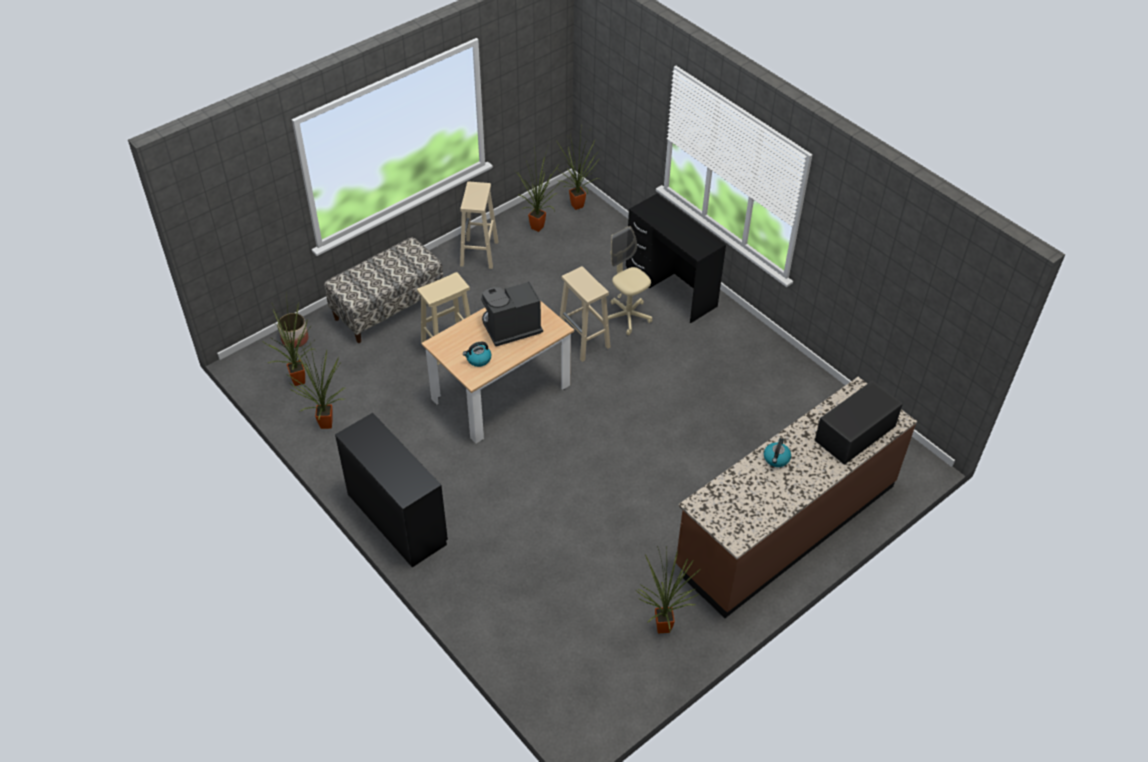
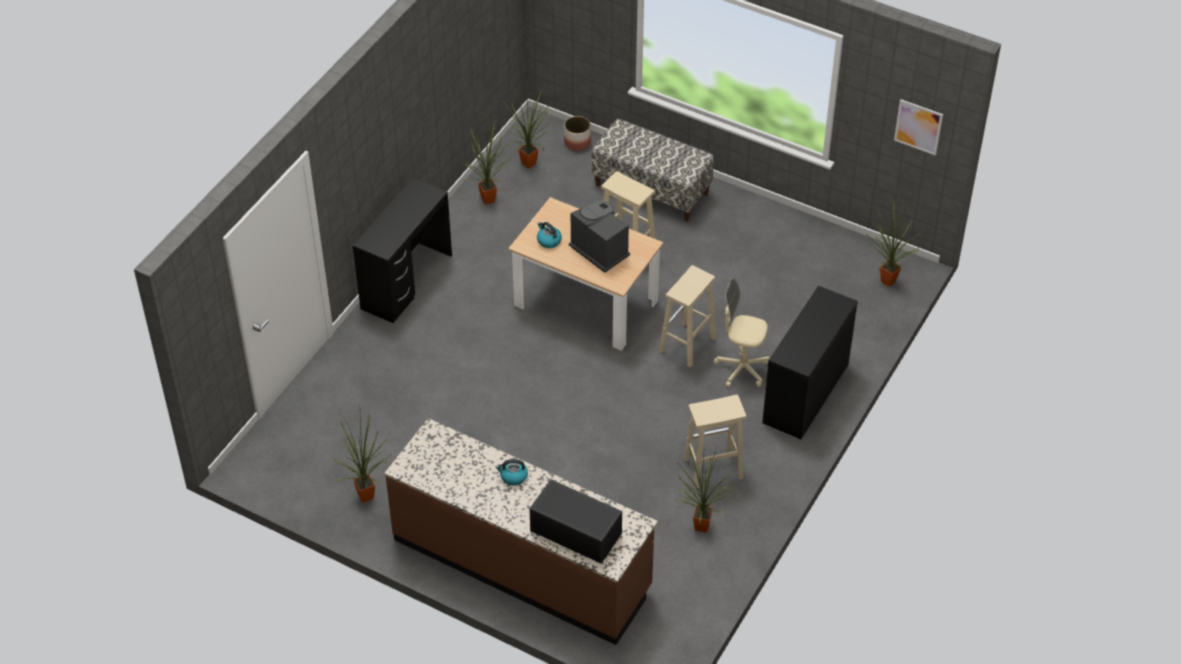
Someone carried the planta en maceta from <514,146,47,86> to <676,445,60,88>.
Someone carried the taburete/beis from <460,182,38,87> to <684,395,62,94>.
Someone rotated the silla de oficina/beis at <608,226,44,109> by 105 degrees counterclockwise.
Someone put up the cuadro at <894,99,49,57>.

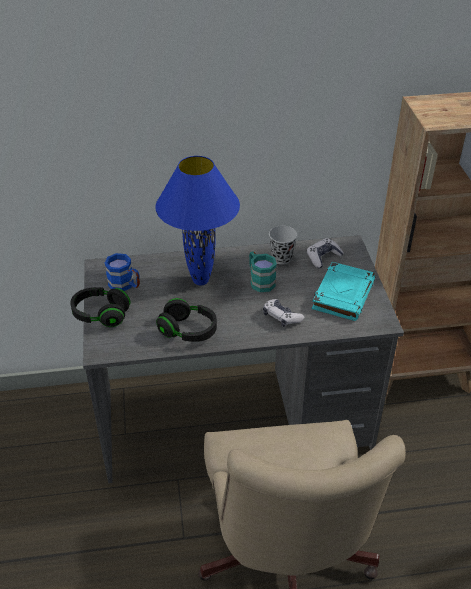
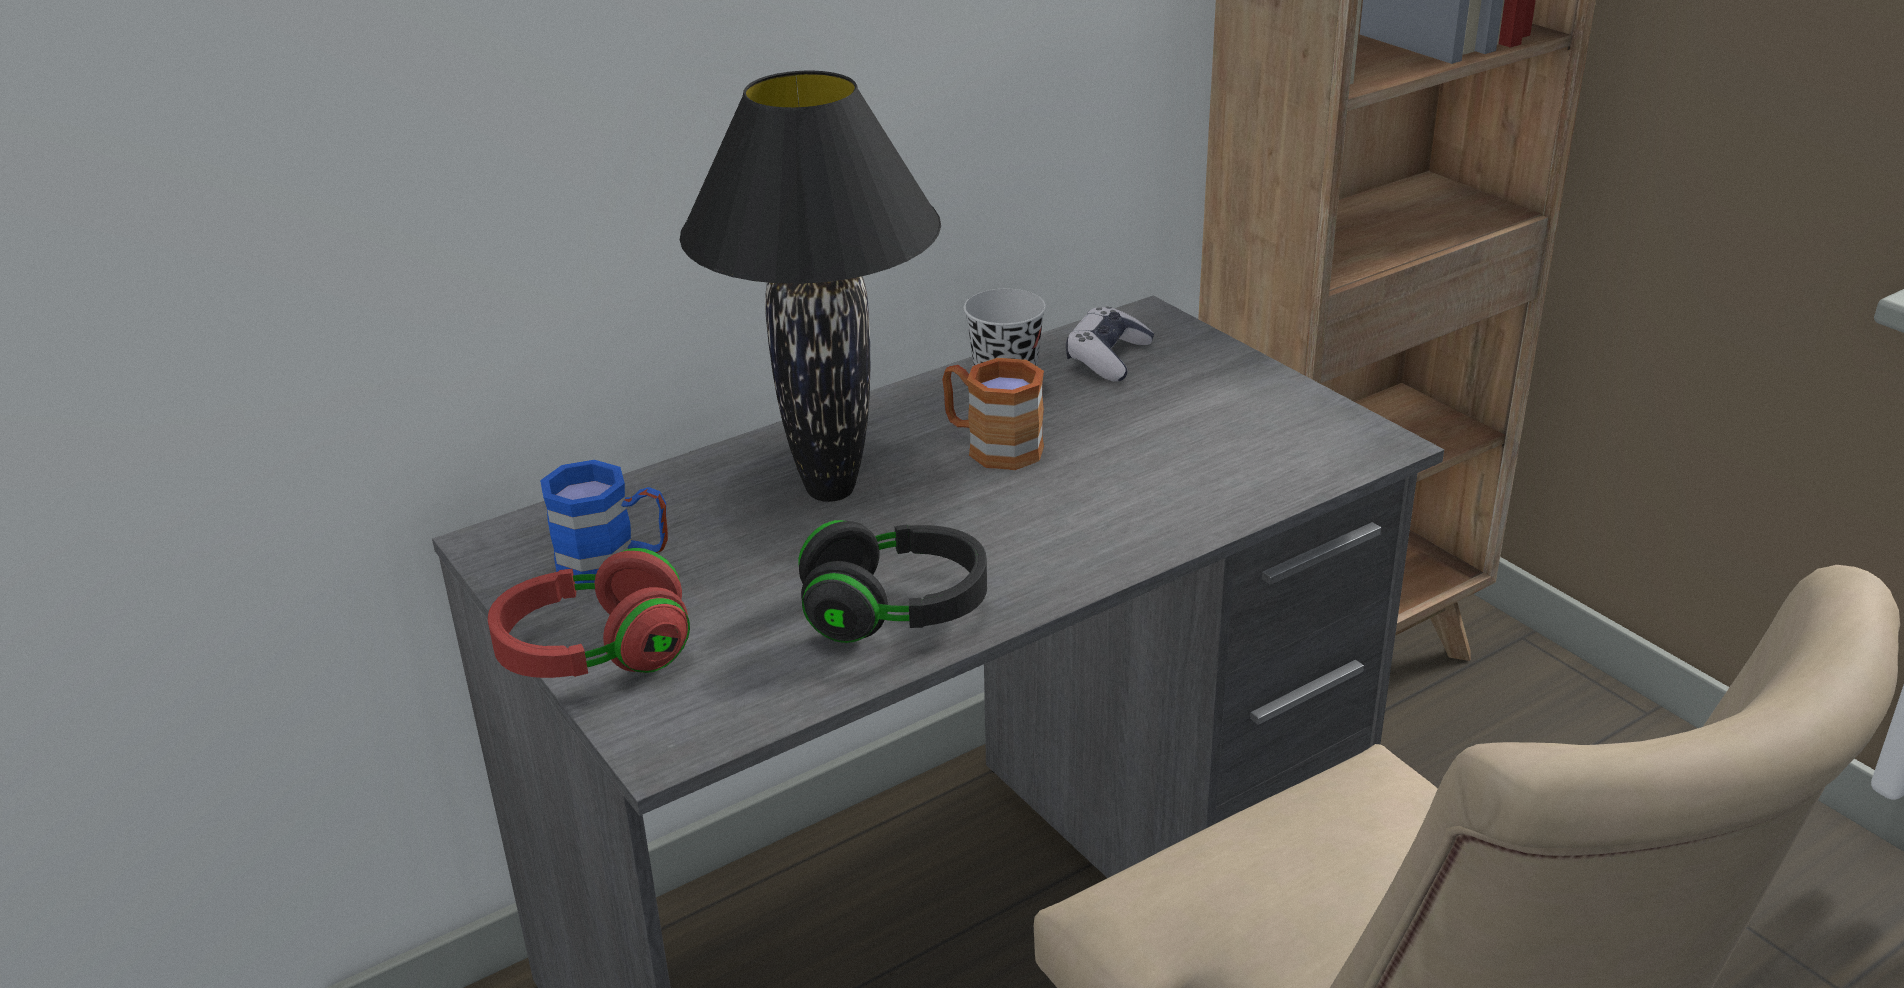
Someone repainted the lámpara de mesa/azul at <155,156,85,129>, which became the lámpara de mesa/negro at <680,71,261,431>.
Someone repainted the taza grande/turquesa at <249,251,28,41>, which became the taza grande/marrón at <942,358,102,112>.
Someone took away the libro/turquesa at <312,262,63,59>.
Someone repainted the auriculares/negro at <70,287,61,40>, which became the auriculares/rojo at <488,548,202,130>.
Someone took away the mando de consola at <263,299,42,28>.

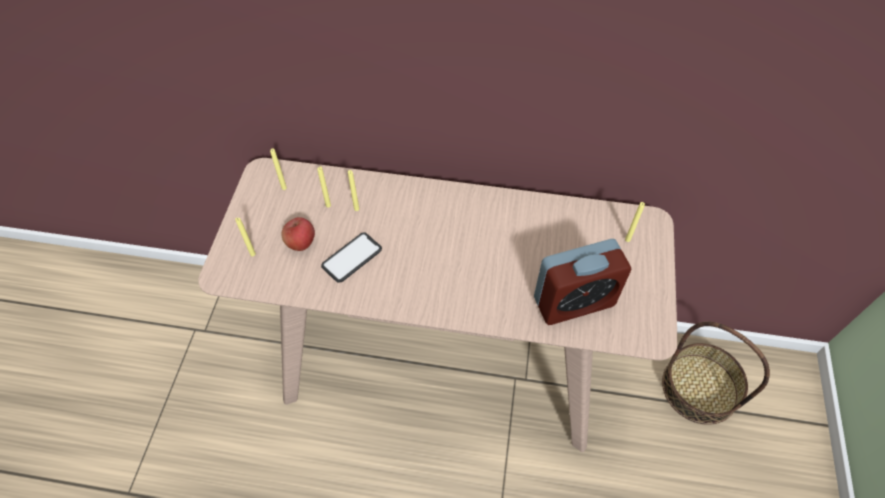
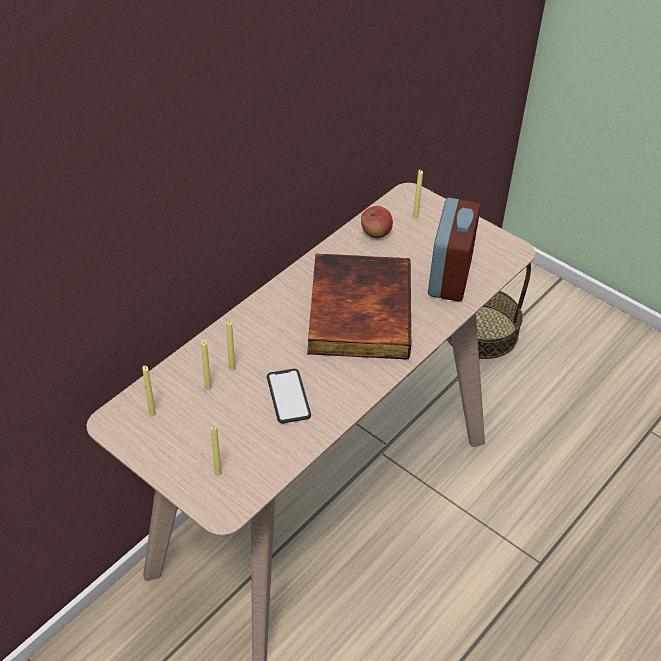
Someone carried the manzana from <281,217,34,34> to <361,206,32,32>.
Someone put down the libro at <307,253,104,107>.

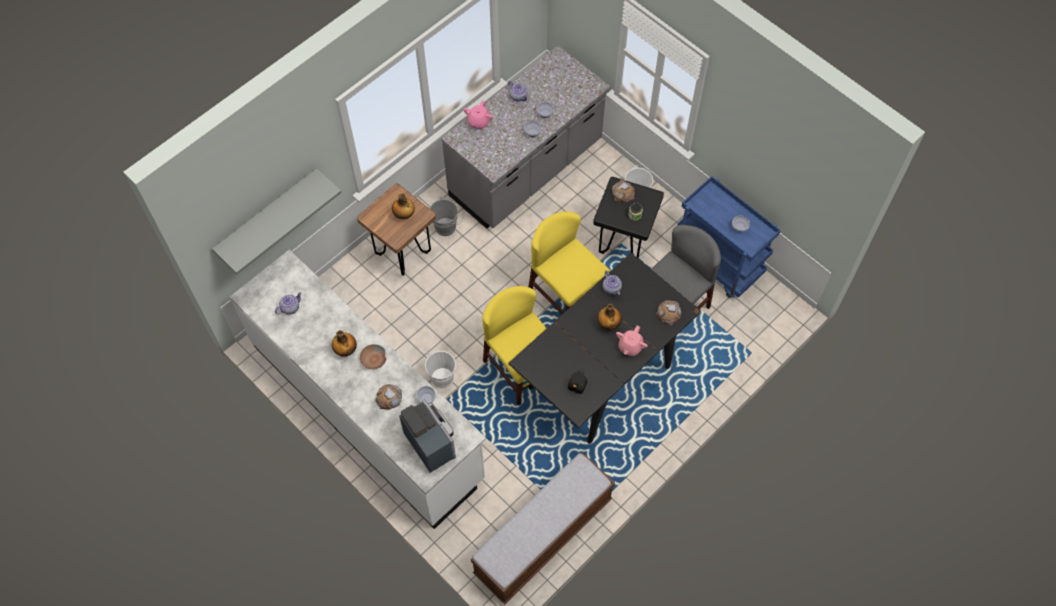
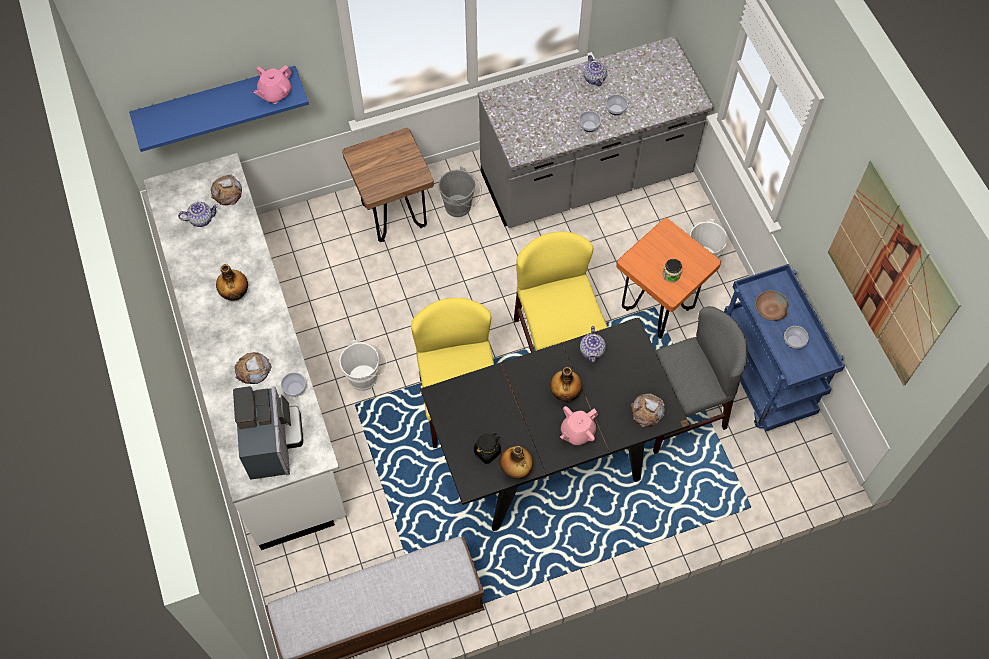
Someone carried the tetera/rosa from <463,101,30,28> to <254,65,38,39>.
Someone repainted the estante/gris at <212,168,130,106>, which became the estante/azul at <129,66,180,86>.
Someone repainted the taburete/negro at <593,177,71,81>, which became the taburete/naranja at <616,218,105,121>.
Someone carried the pan from <612,180,23,23> to <211,174,31,31>.
Someone carried the botella from <392,193,23,26> to <500,446,33,33>.
Someone carried the cuenco/marrón from <360,344,26,25> to <755,290,34,31>.
Someone put up the cuadro at <828,160,133,226>.

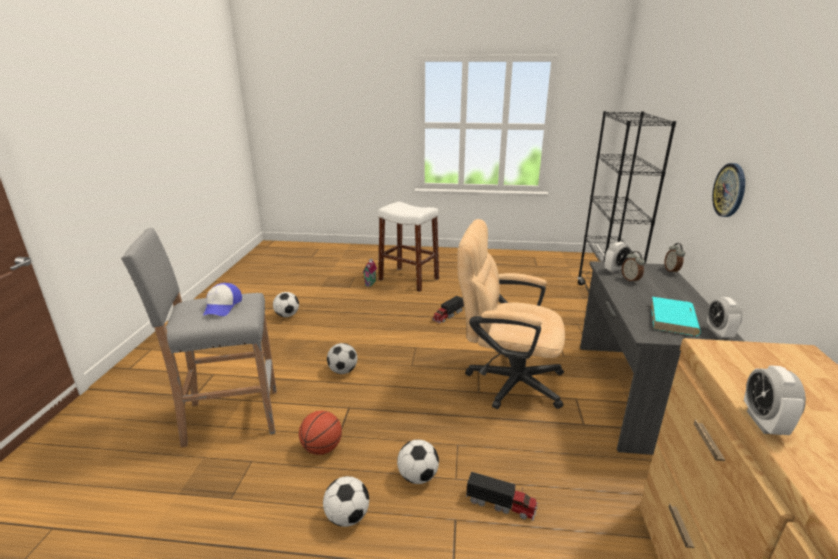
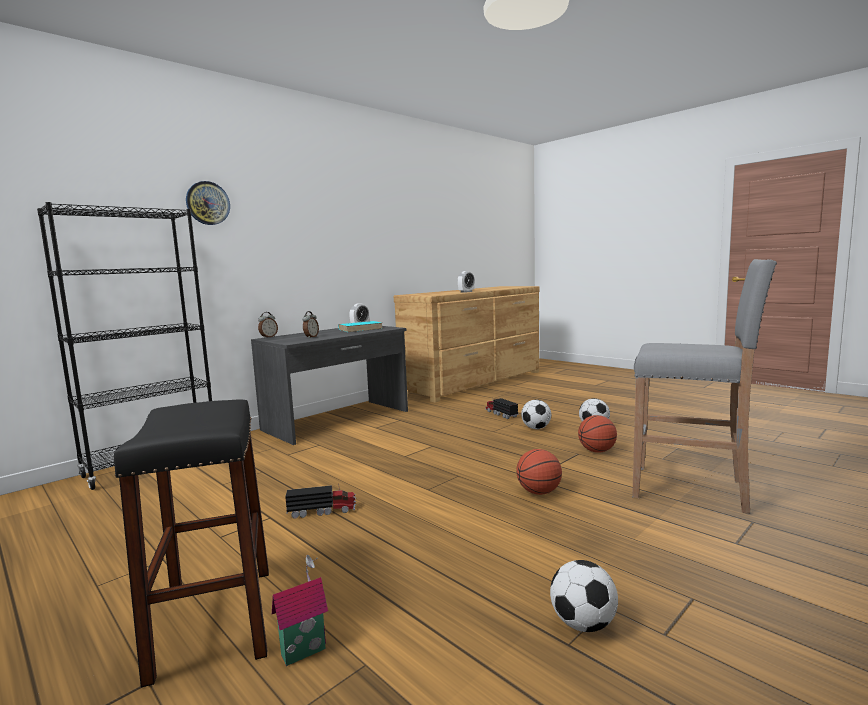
Someone carried the reloj de pared from <712,163,33,54> to <186,181,44,44>.
Someone repainted the taburete/blanco at <378,202,61,90>, which became the taburete/negro at <114,399,155,288>.
Someone took away the silla de oficina/beis at <457,219,108,190>.
Someone took away the despertador at <604,242,27,31>.
Someone took away the gorra at <203,283,39,33>.
Someone swapped the balón de fútbol at <327,343,30,31> for the balón de baloncesto at <516,449,46,46>.

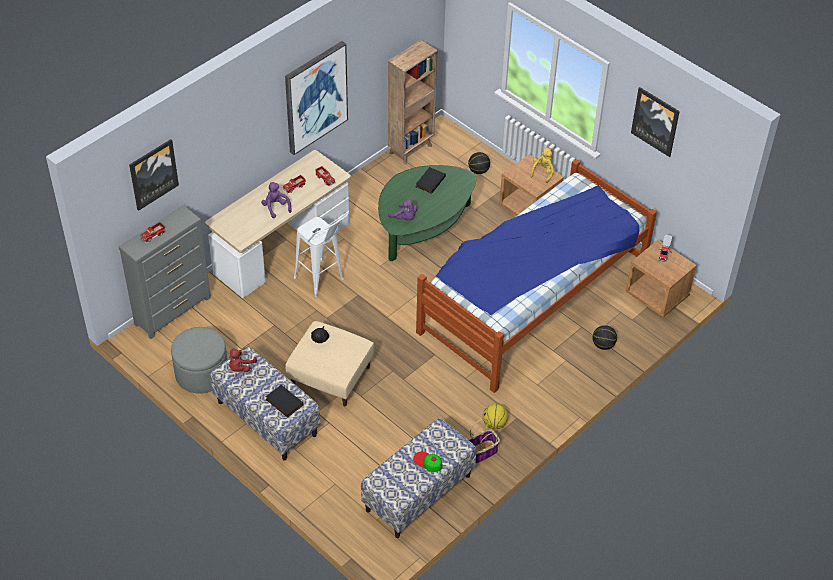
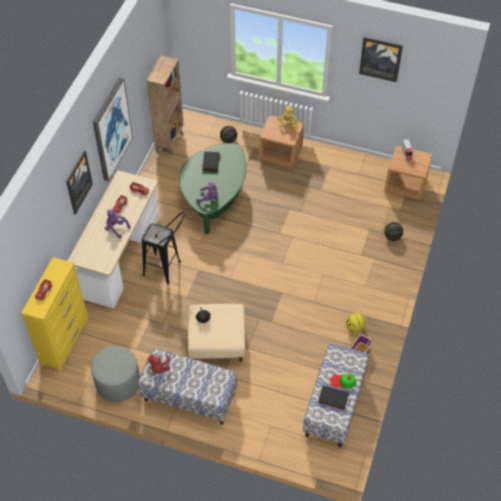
Someone carried the cuadro from <129,139,50,72> to <66,150,27,65>.
Someone took away the cama at <416,159,241,234>.
Someone repainted the cómoda/gris at <119,205,92,134>, which became the cómoda/amarillo at <21,257,67,115>.
Someone repainted the taburete/blanco at <294,213,55,84>, which became the taburete/negro at <142,212,42,73>.
Someone carried the libro/negro from <266,385,38,33> to <318,385,31,25>.

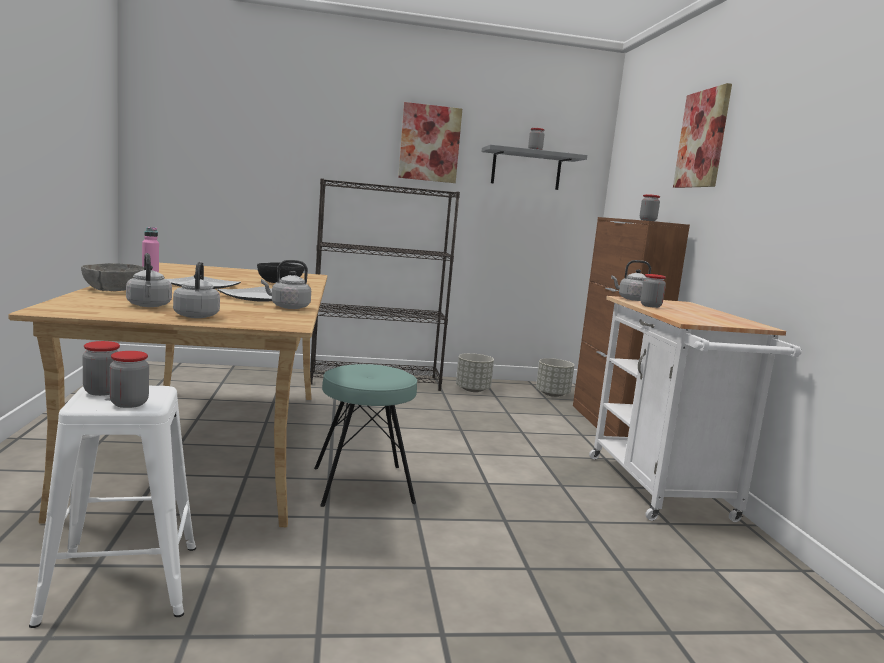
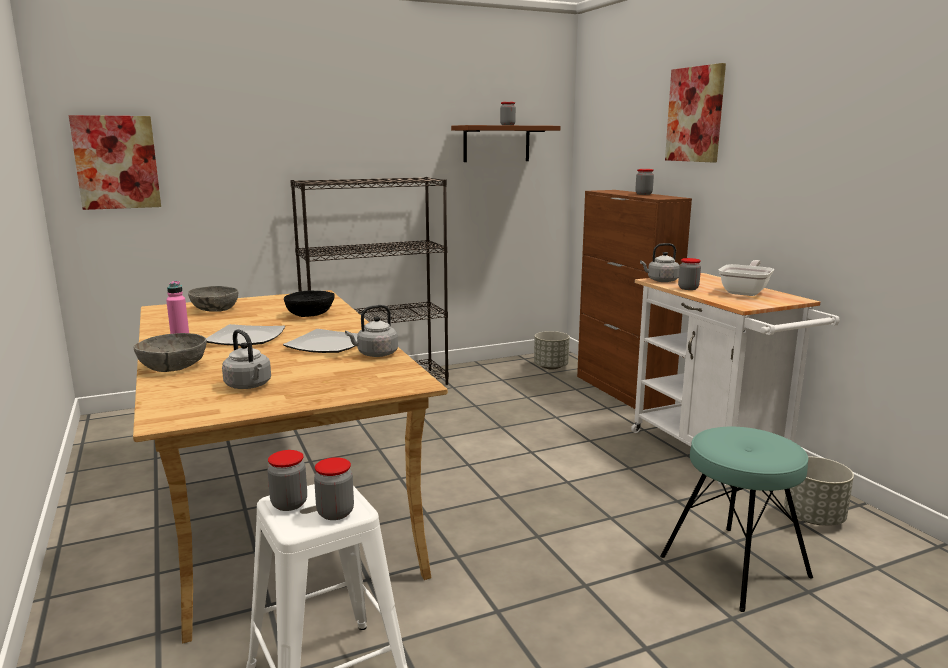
Someone carried the cuadro from <398,102,64,81> to <69,115,92,95>.
Someone repainted the estante/gris at <482,144,105,46>, which became the estante/marrón at <451,125,110,37>.
Someone took away the hervidor/gris at <173,262,47,56>.
Someone carried the maceta/gris from <456,353,38,39> to <784,456,70,69>.
Someone carried the taburete/turquesa from <314,364,103,143> to <660,427,153,185>.
Someone put down the sartén at <719,260,55,36>.
Someone put down the cuenco/gris at <188,286,50,25>.

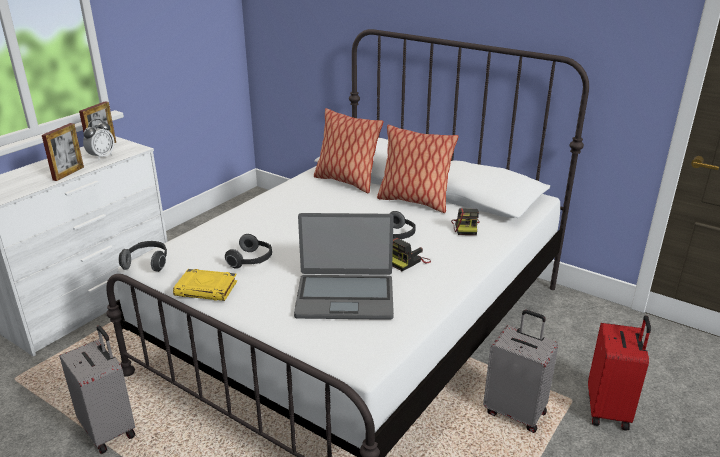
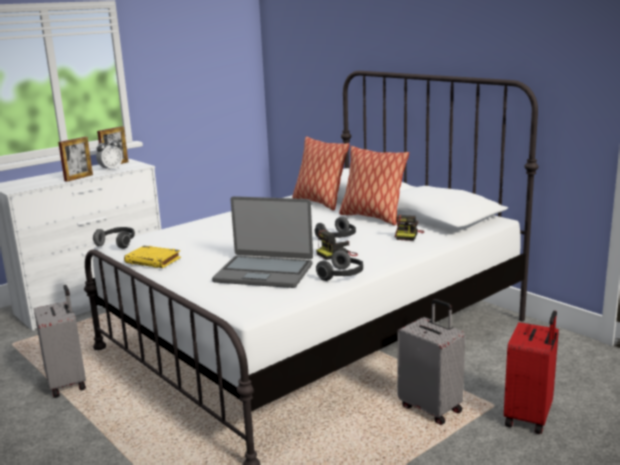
Someone carried the auriculares from <225,234,47,35> to <316,250,47,31>.

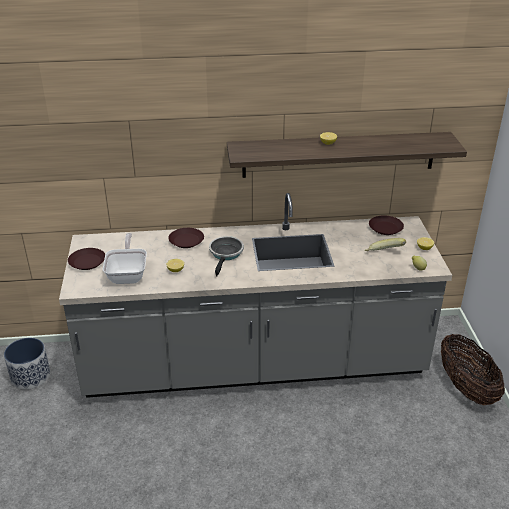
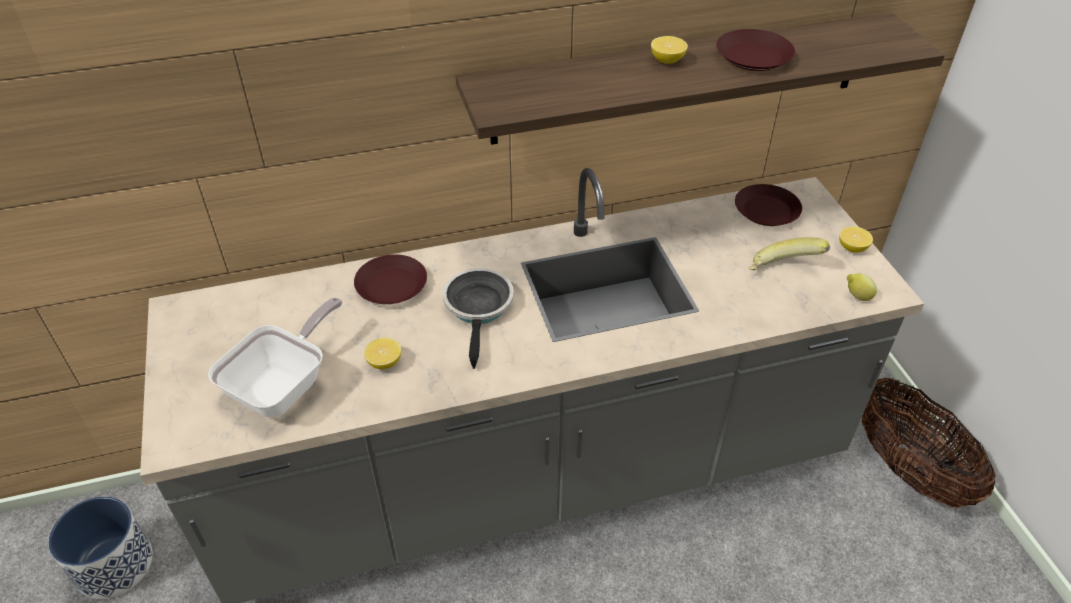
Someone rotated the sartén at <103,233,44,51> by 45 degrees clockwise.
Someone carried the plato/marrón from <68,248,37,22> to <716,29,79,42>.

